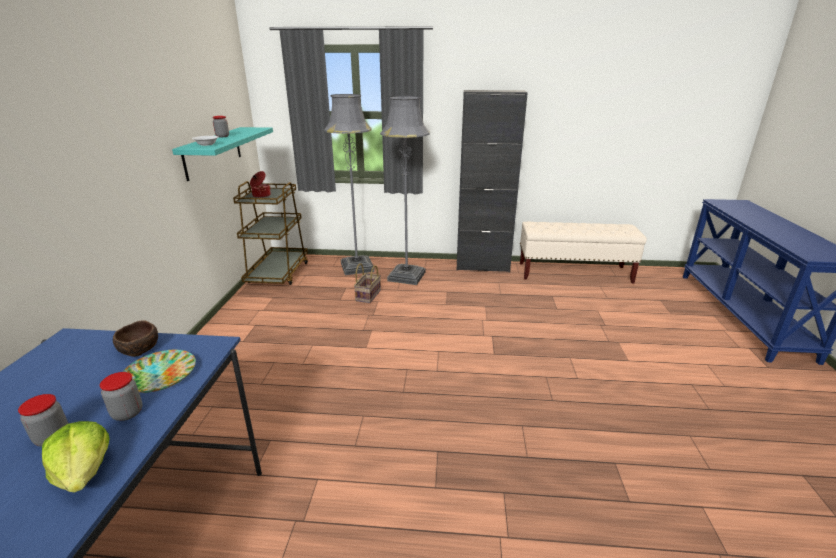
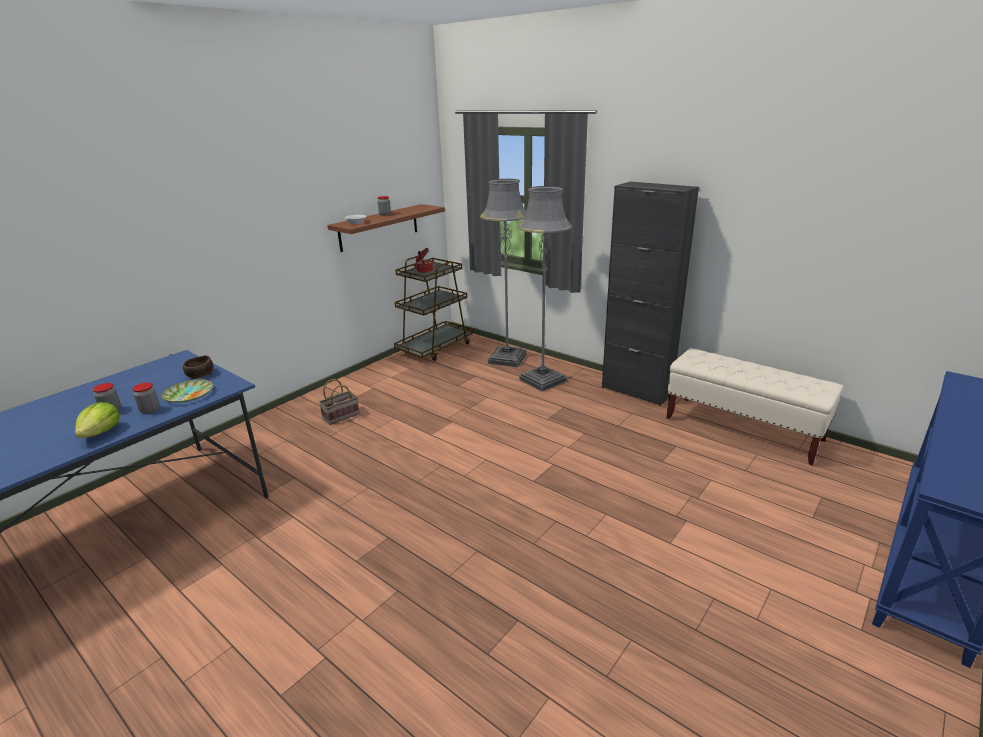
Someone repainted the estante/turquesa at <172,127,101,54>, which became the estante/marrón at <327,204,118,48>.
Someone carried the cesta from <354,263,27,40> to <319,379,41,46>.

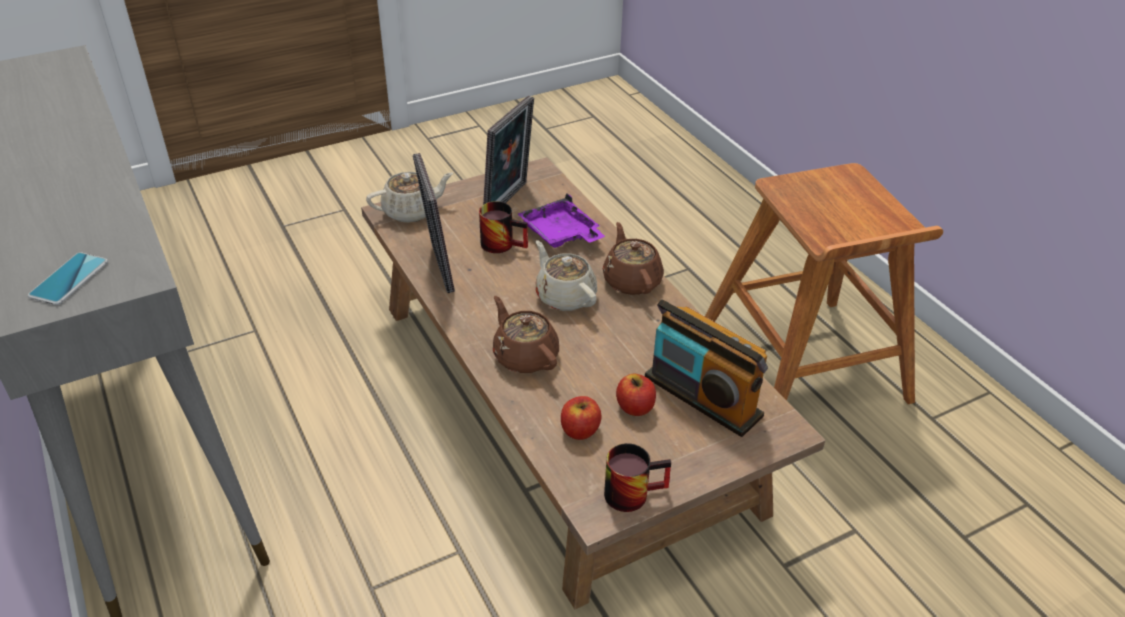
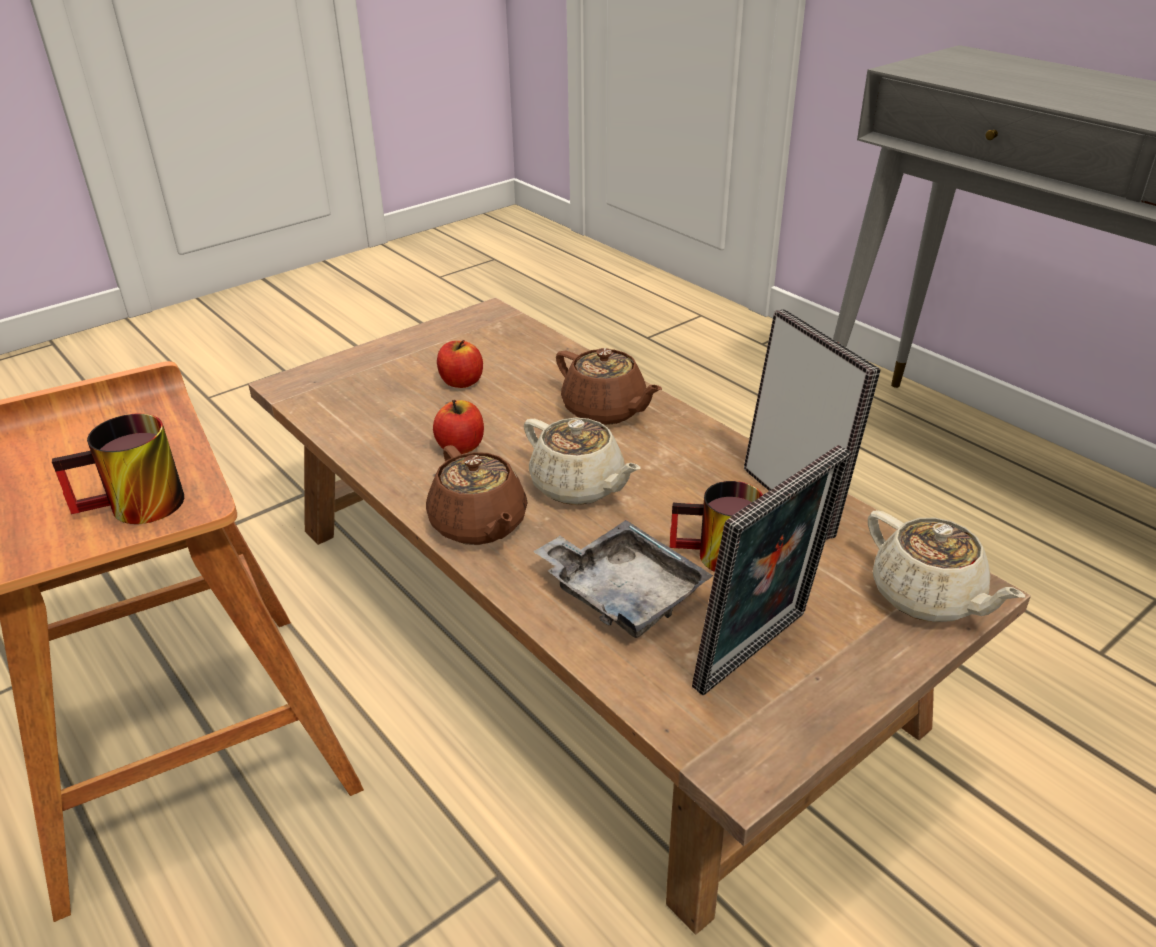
Someone rotated the portarretratos at <483,96,51,109> by 150 degrees counterclockwise.
Someone rotated the tetera/beis at <366,172,87,51> by 90 degrees counterclockwise.
Someone repainted the bandeja/morado at <518,193,87,55>, which became the bandeja/gris at <533,520,181,118>.
Someone took away the móvil at <28,252,80,53>.
Someone took away the radio at <645,300,123,137>.
Someone carried the manzana from <561,396,41,44> to <433,400,51,54>.
Someone carried the taza grande from <604,443,67,69> to <52,413,132,111>.

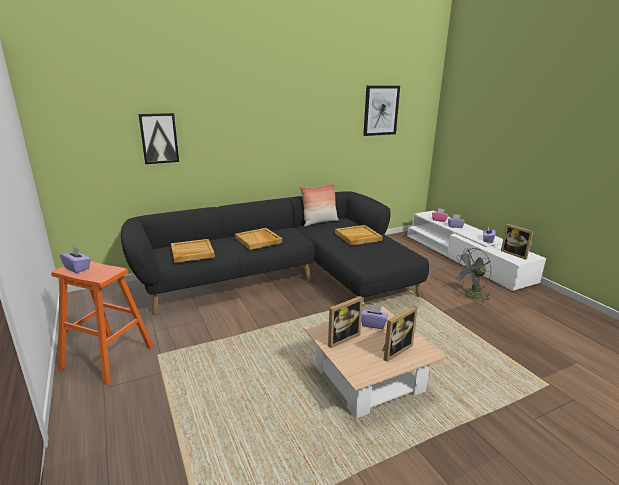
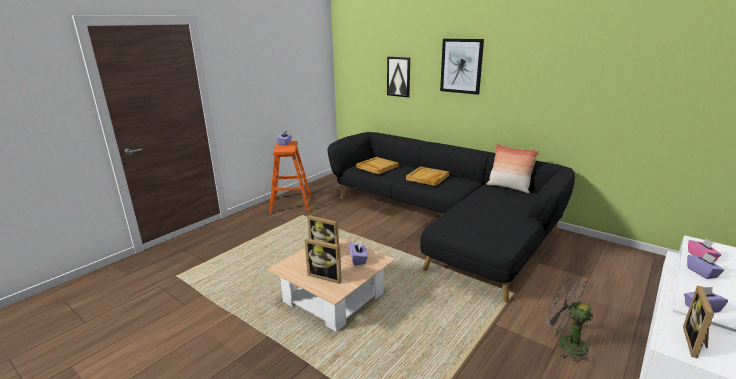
Someone carried the cuadro from <363,86,37,50> to <440,39,44,56>.
Someone took away the bandeja/beis at <335,225,47,20>.

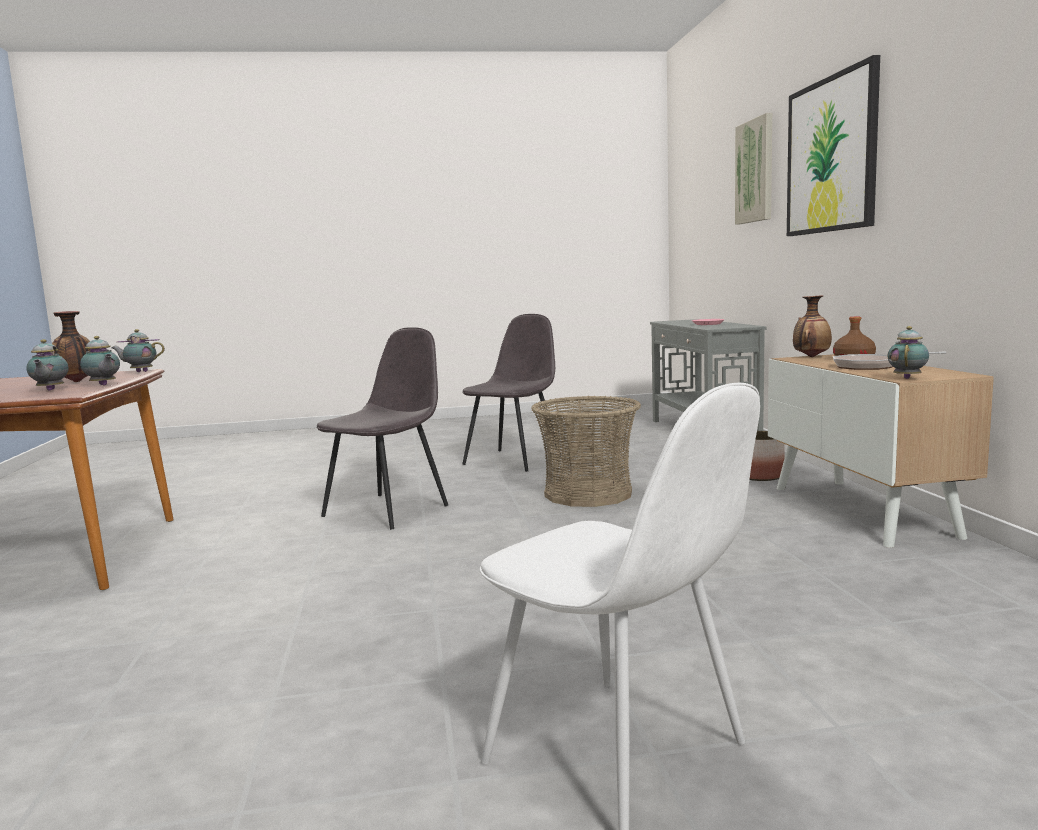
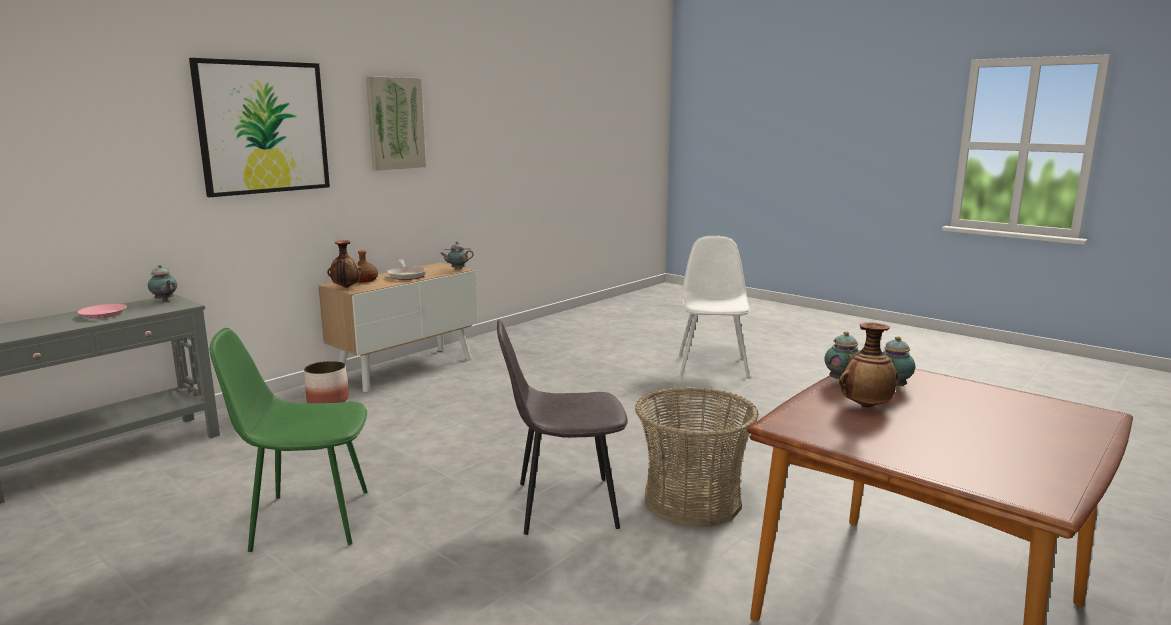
Someone carried the cuadro from <735,113,37,112> to <366,76,60,95>.
Someone repainted the silla/gris at <462,314,99,158>, which became the silla/verde at <210,328,158,224>.
Someone carried the tetera from <111,329,54,43> to <148,265,29,36>.
Someone carried the cesta from <531,395,110,112> to <635,386,124,141>.

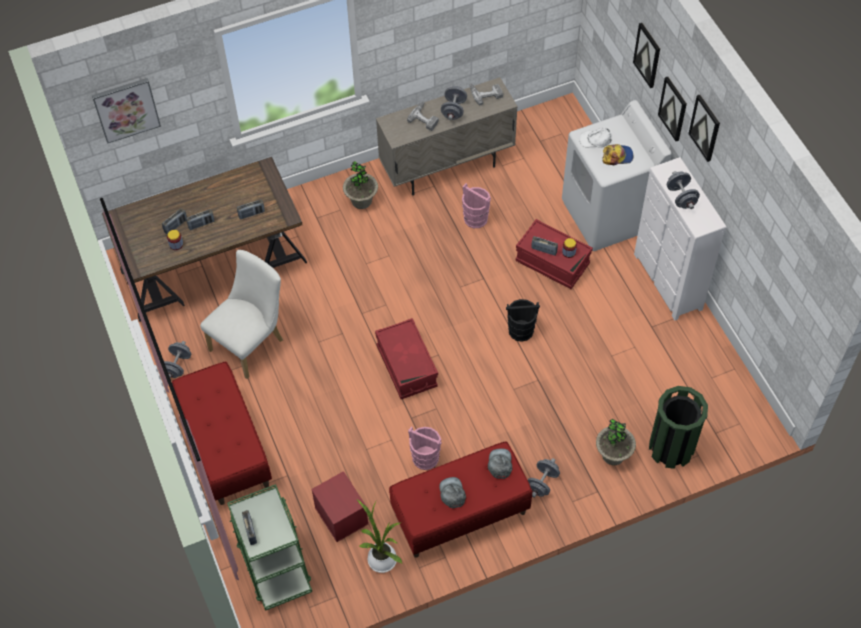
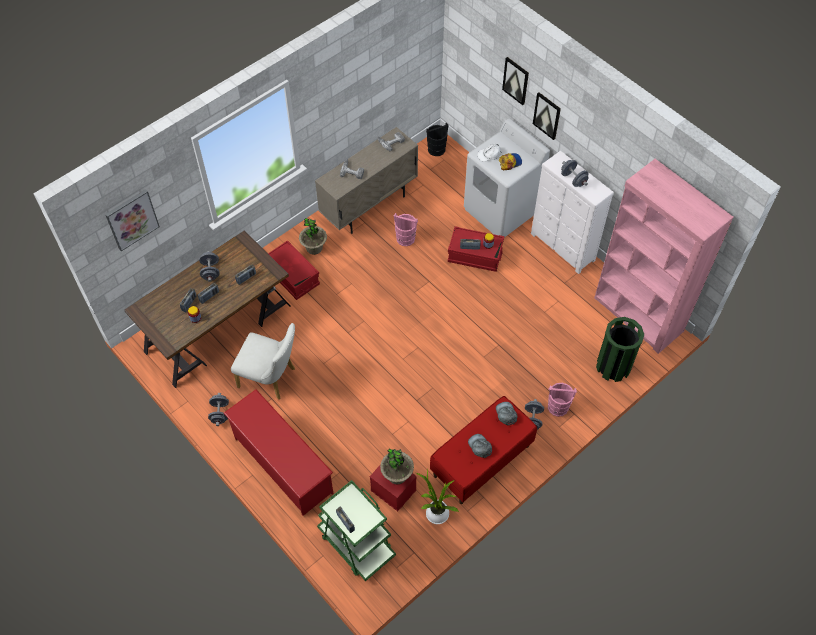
Someone carried the mancuerna/gris from <441,86,26,34> to <199,251,20,31>.
Someone took away the cuadro at <688,95,32,67>.
Someone rotated the silla/blanco at <200,250,83,129> by 90 degrees clockwise.
Someone carried the cubo/negro from <506,299,34,43> to <426,123,22,33>.
Someone carried the caja de almacenaje/rojo from <375,318,63,81> to <268,240,52,60>.
Someone swapped the banco/rojo at <172,362,100,143> for the zapatero/rojo at <224,389,110,127>.
Someone carried the planta en maceta from <596,418,40,47> to <380,449,34,35>.
Someone carried the cubo/rosa from <408,427,34,43> to <548,383,29,34>.
Someone put down the estantería/rosa at <594,159,139,195>.

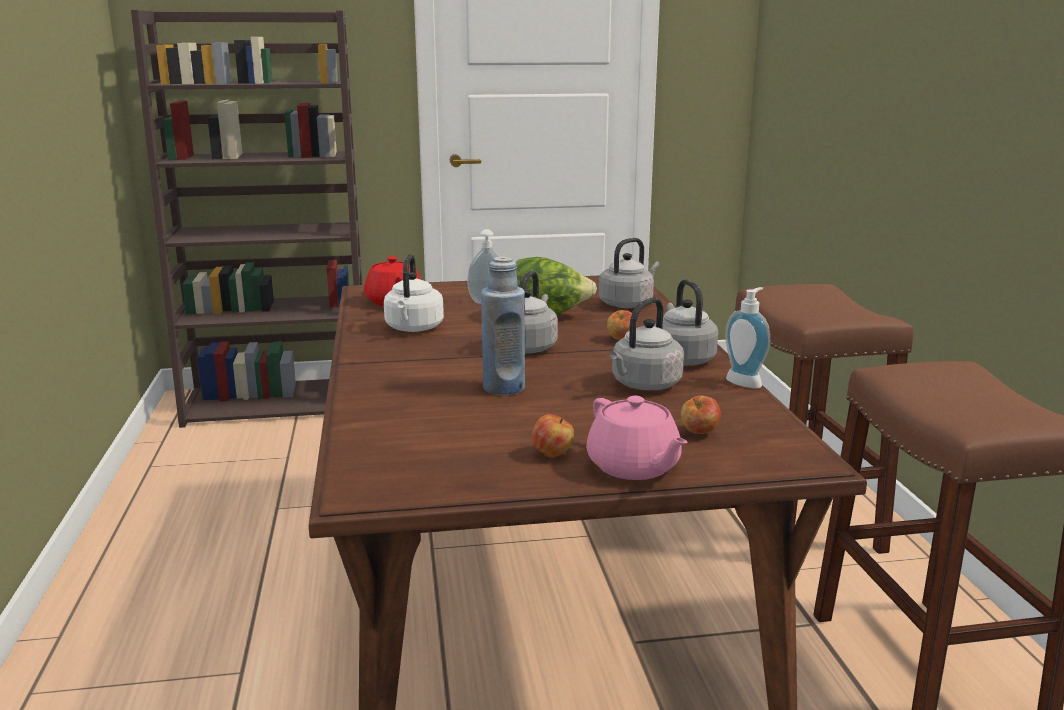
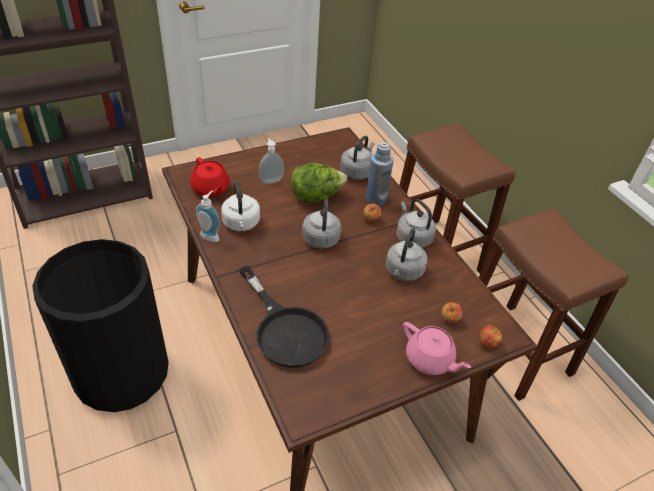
Someone carried the botella/azul from <481,256,44,139> to <366,142,27,64>.
Someone carried the dispensador de jabón from <725,287,45,102> to <196,190,24,52>.
Someone carried the manzana from <532,414,42,43> to <480,325,22,23>.
Someone put down the papelera/negro at <32,239,137,173>.
Someone put down the sartén/negro at <239,265,91,103>.

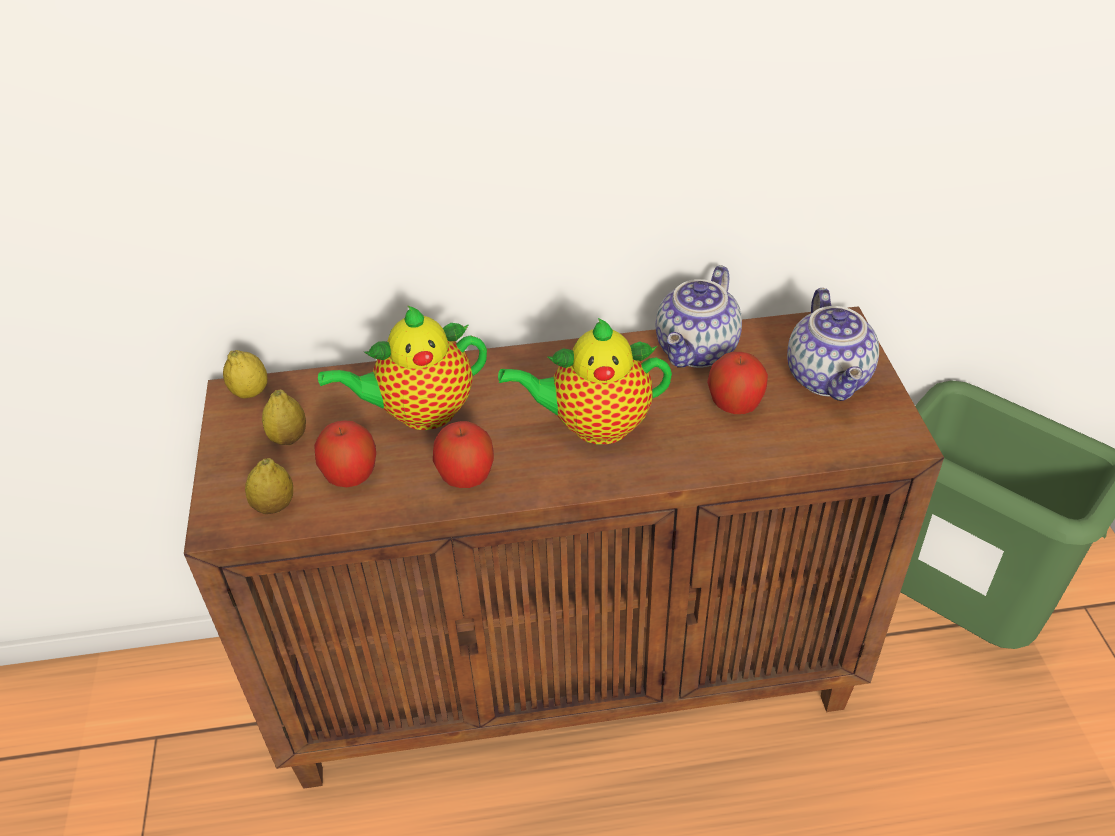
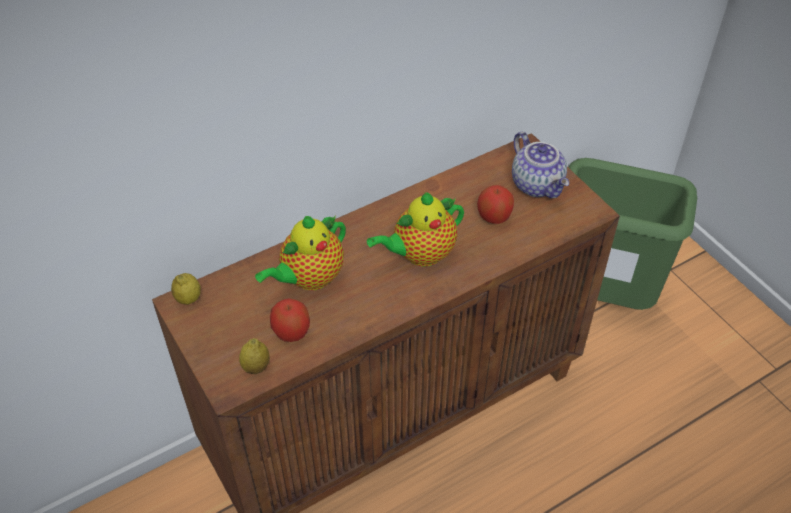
Someone took away the tetera at <656,265,86,103>.
Someone took away the limón at <262,390,44,55>.
Someone took away the manzana at <433,421,61,67>.

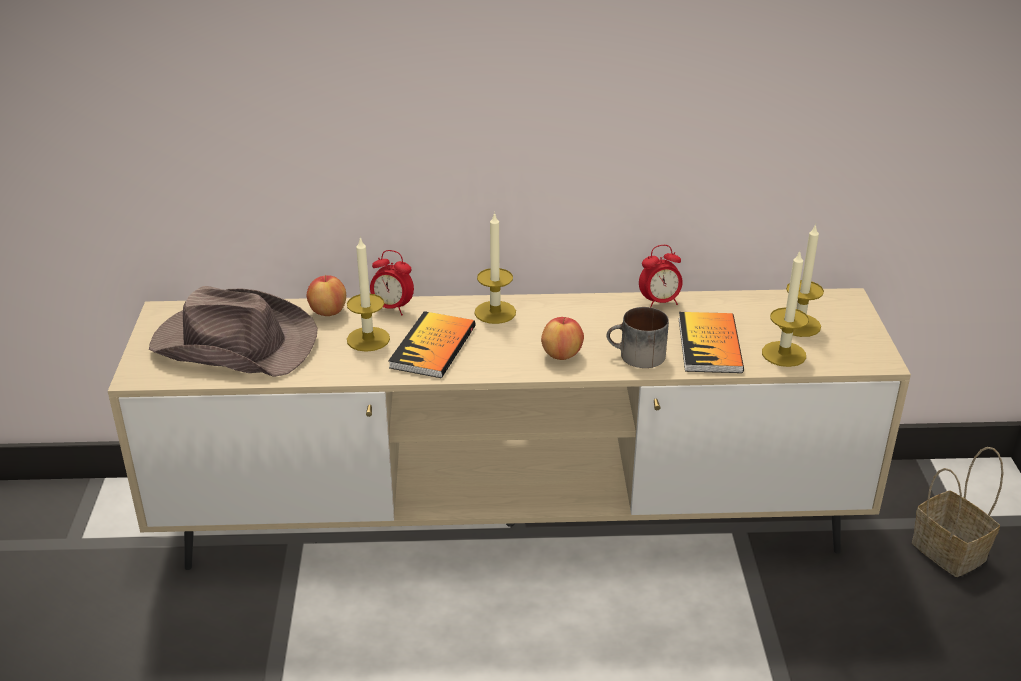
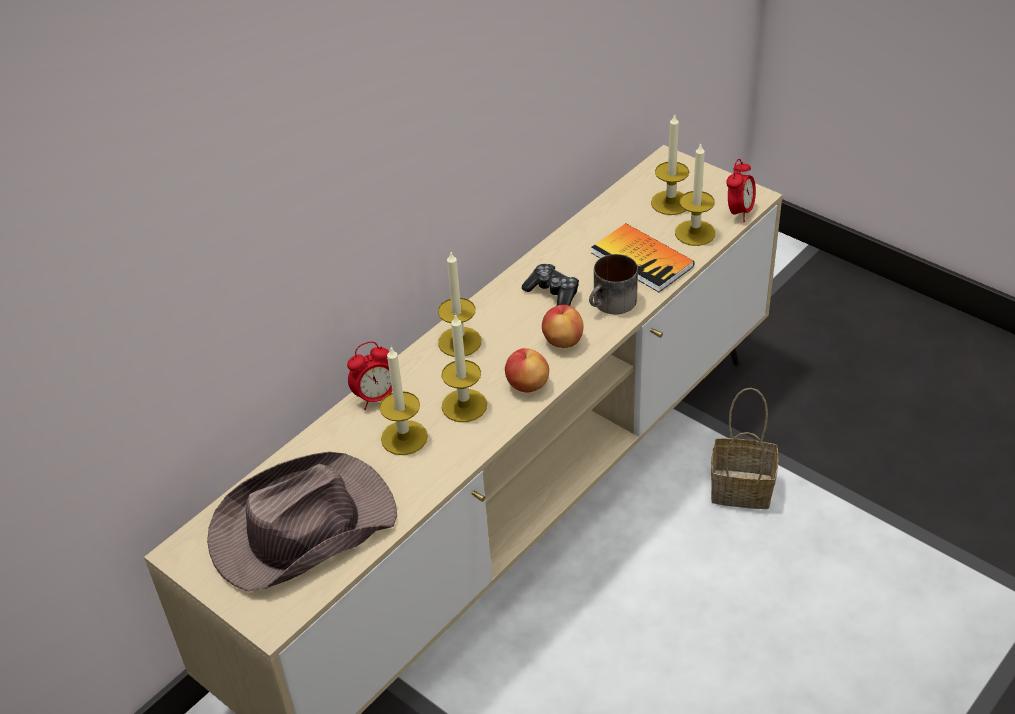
Someone carried the despertador from <639,245,44,62> to <726,159,30,63>.
Someone carried the manzana from <307,275,39,41> to <505,348,44,45>.
Someone swapped the libro at <388,311,88,67> for the vela at <441,314,46,108>.
Someone carried the cesta from <912,447,92,130> to <711,388,67,121>.
Someone put down the mando de consola at <522,264,57,42>.

